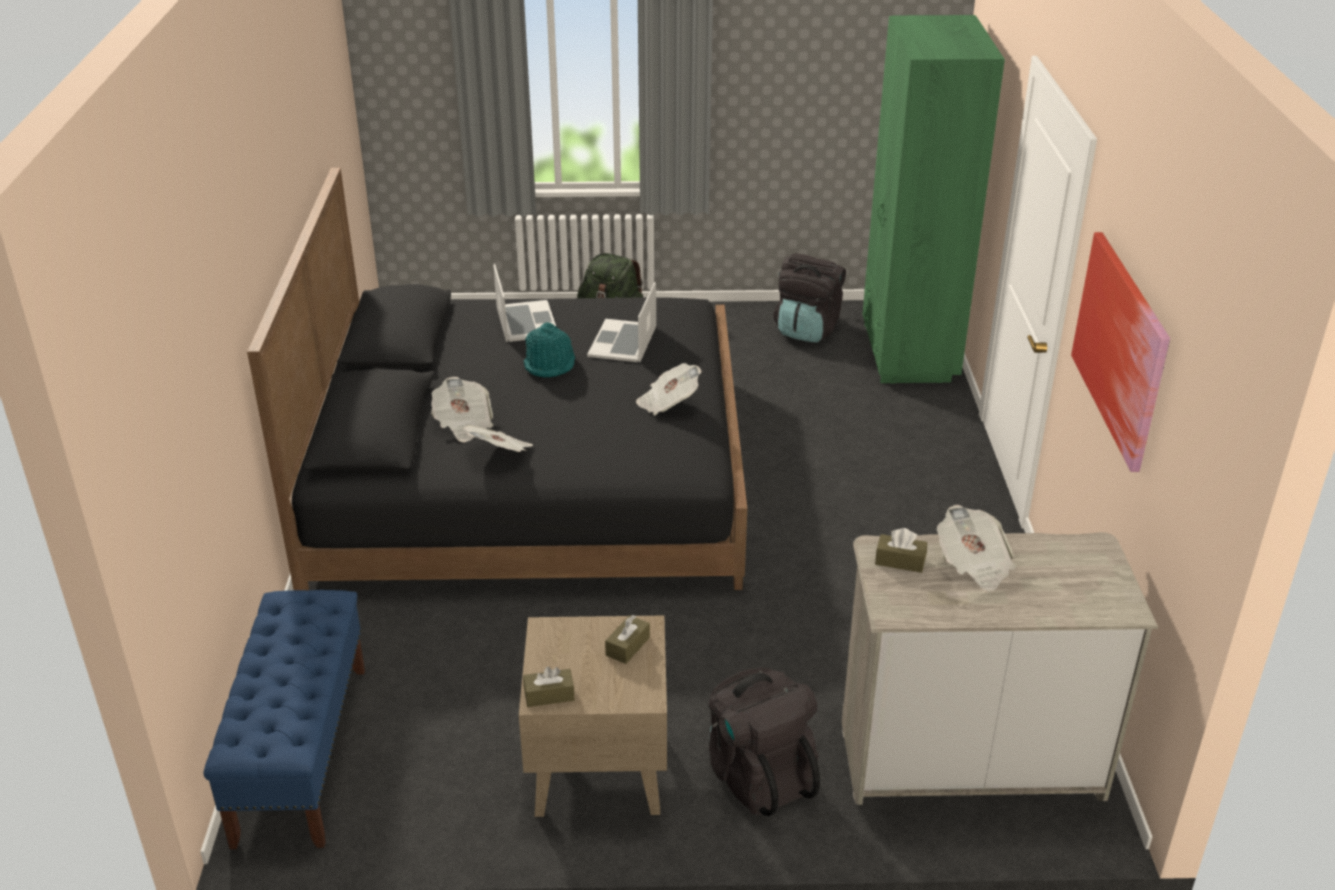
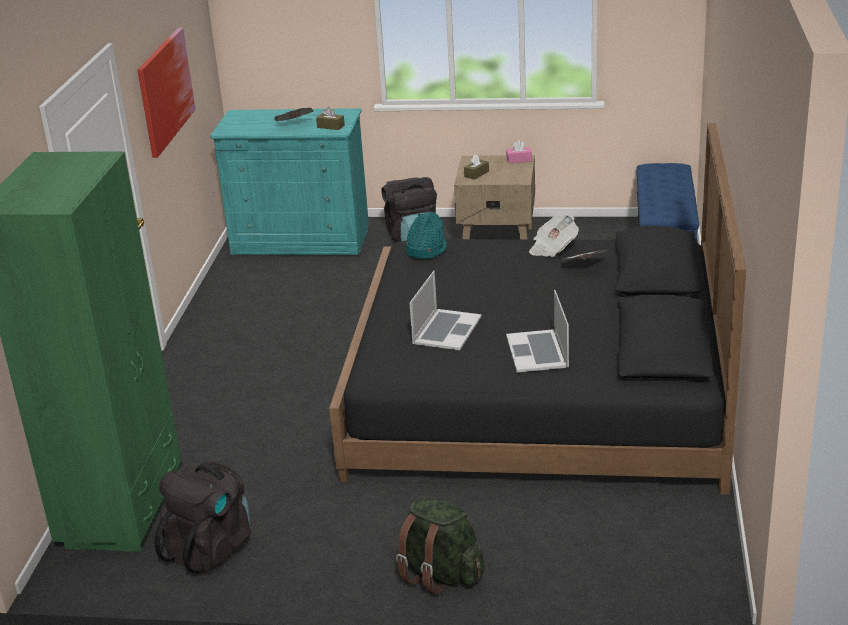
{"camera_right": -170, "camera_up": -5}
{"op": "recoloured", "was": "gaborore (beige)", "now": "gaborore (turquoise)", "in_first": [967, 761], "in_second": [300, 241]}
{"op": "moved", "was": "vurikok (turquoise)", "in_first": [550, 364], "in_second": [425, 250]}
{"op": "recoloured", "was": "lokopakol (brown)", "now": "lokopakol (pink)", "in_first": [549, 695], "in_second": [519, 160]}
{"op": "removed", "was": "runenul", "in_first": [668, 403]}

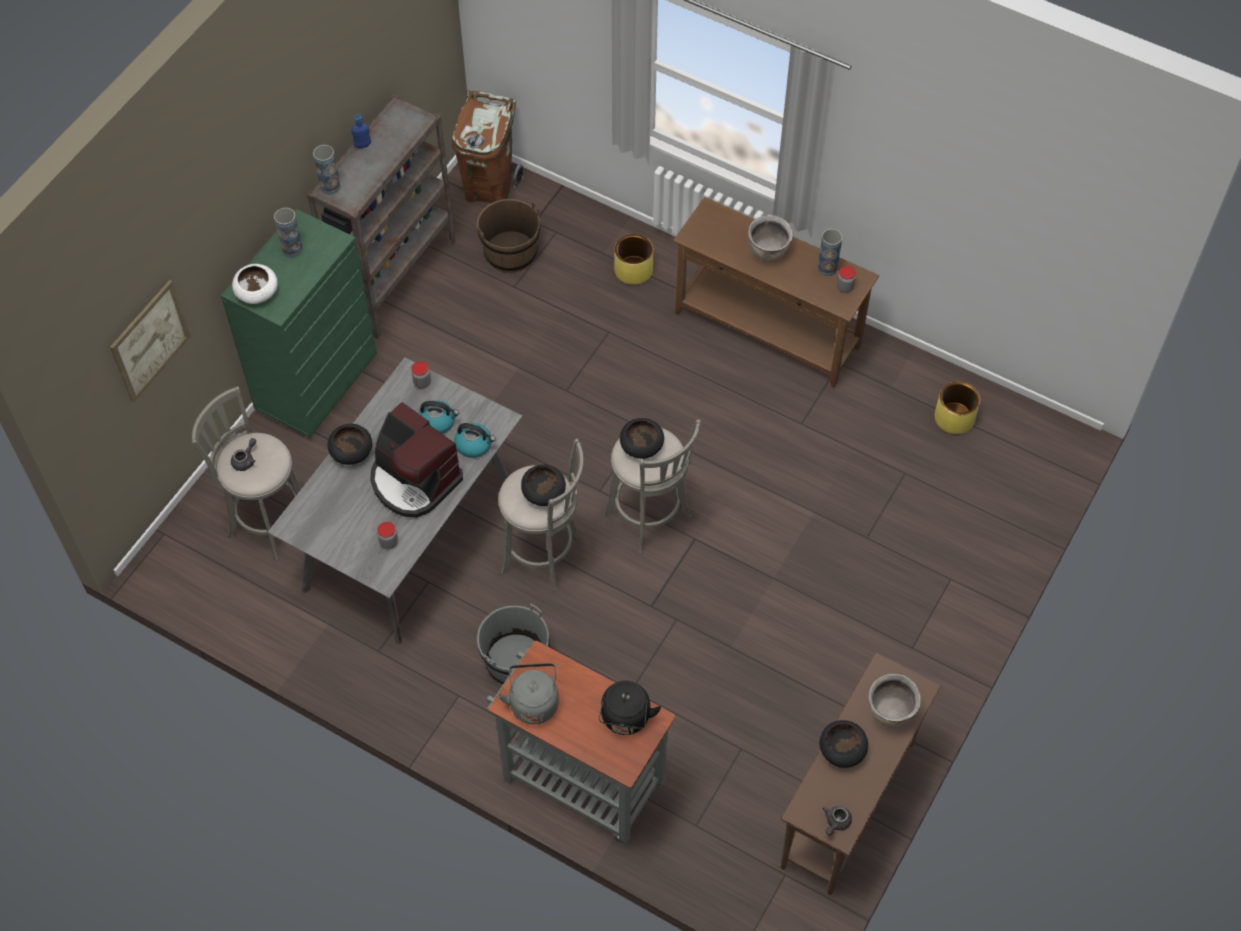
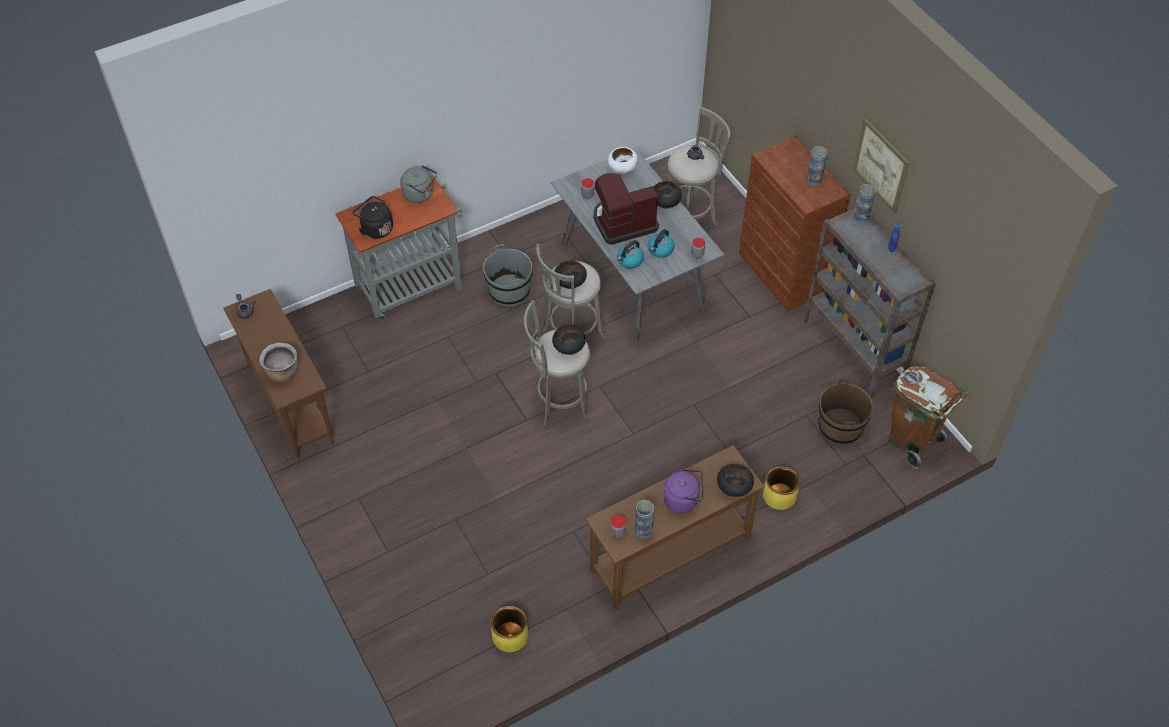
{"camera_right": 120, "camera_up": -5}
{"op": "moved", "was": "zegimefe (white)", "in_first": [257, 293], "in_second": [622, 167]}
{"op": "replaced", "was": "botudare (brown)", "now": "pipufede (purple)", "in_first": [768, 252], "in_second": [683, 499]}
{"op": "moved", "was": "zegimefe (black)", "in_first": [841, 751], "in_second": [734, 486]}
{"op": "recoloured", "was": "gaborore (green)", "now": "gaborore (brown)", "in_first": [317, 384], "in_second": [783, 276]}
{"op": "moved", "was": "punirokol", "in_first": [150, 341], "in_second": [881, 165]}

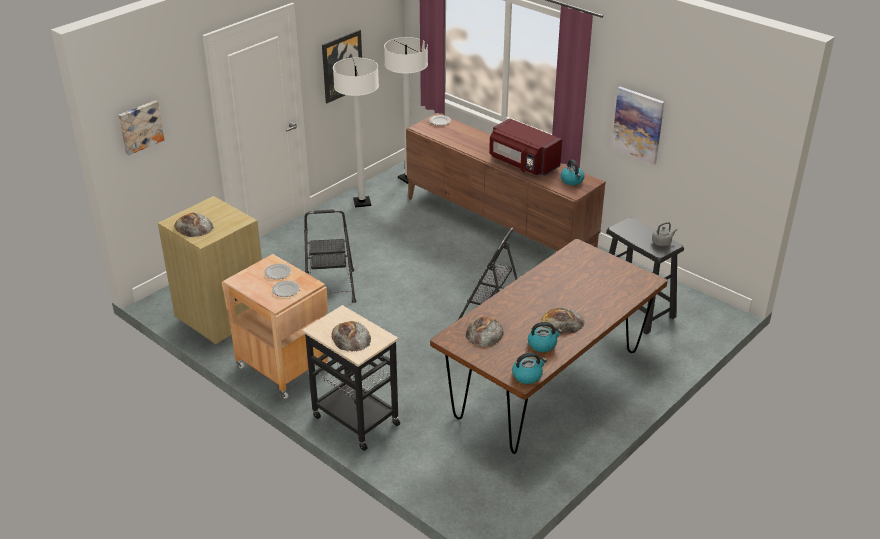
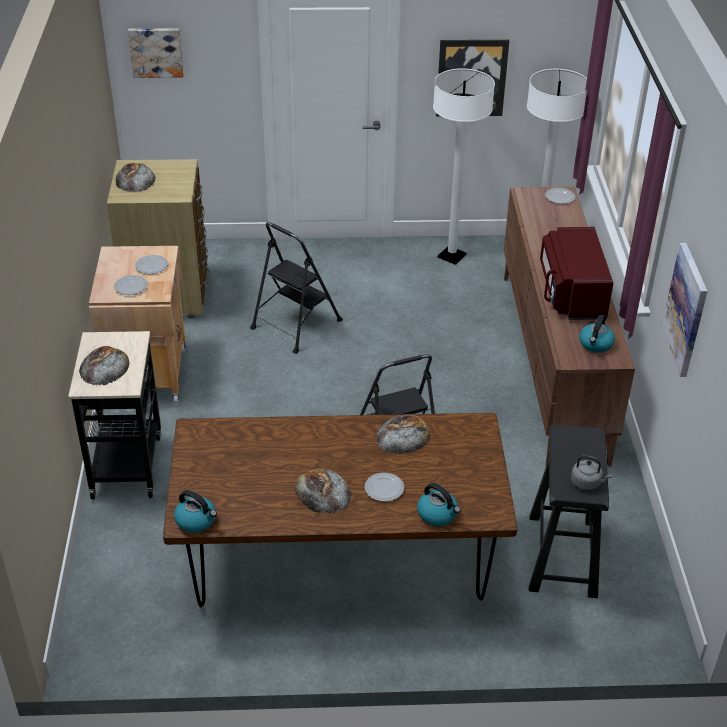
{"camera_right": 45, "camera_up": 5}
{"op": "added", "now": "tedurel", "in_second": [383, 489]}
{"op": "moved", "was": "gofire", "in_first": [484, 333], "in_second": [403, 435]}
{"op": "moved", "was": "pipufede", "in_first": [542, 344], "in_second": [438, 514]}

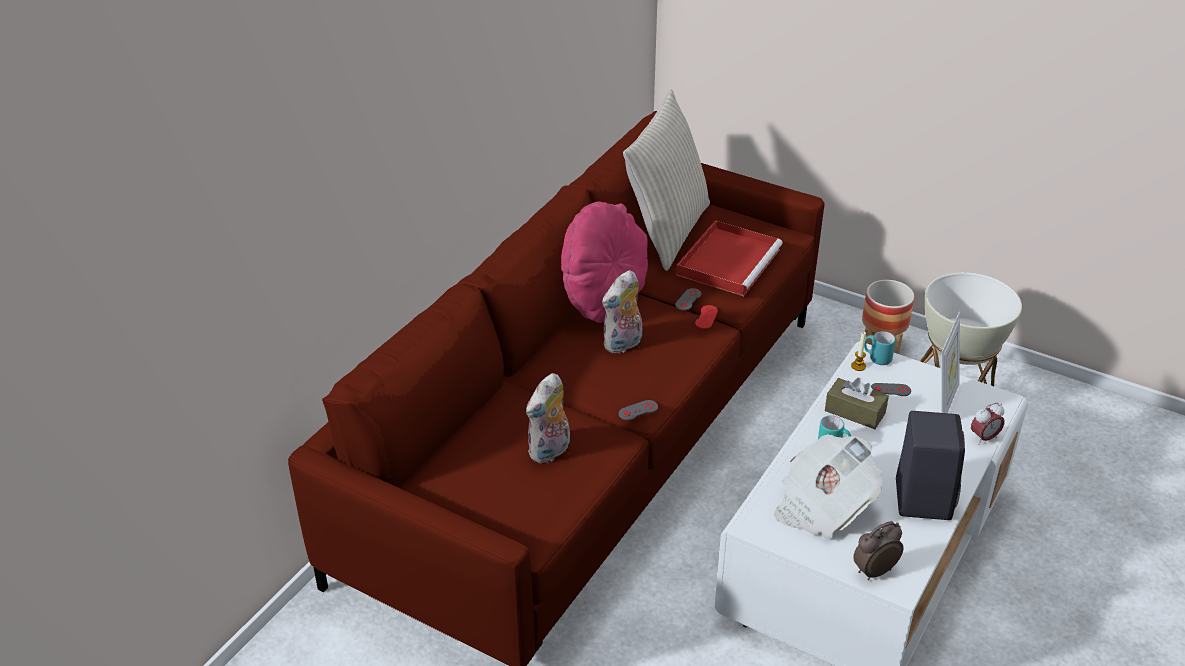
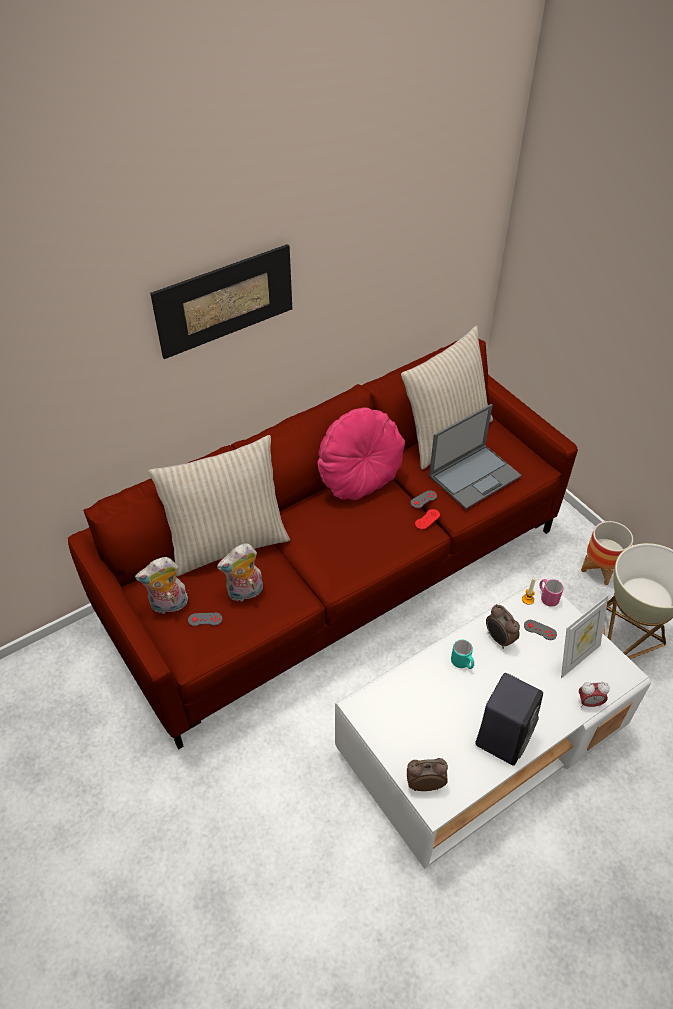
{"camera_right": 25, "camera_up": 10}
{"op": "moved", "was": "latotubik", "in_first": [623, 344], "in_second": [168, 606]}
{"op": "added", "now": "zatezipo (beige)", "in_second": [227, 543]}
{"op": "added", "now": "punirokol", "in_second": [225, 300]}
{"op": "moved", "was": "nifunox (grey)", "in_first": [638, 410], "in_second": [205, 619]}
{"op": "replaced", "was": "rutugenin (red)", "now": "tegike", "in_first": [728, 261], "in_second": [475, 475]}
{"op": "replaced", "was": "lokopakol (brown)", "now": "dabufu", "in_first": [855, 412], "in_second": [499, 639]}
{"op": "recoloured", "was": "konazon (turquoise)", "now": "konazon (pink)", "in_first": [876, 358], "in_second": [547, 597]}
{"op": "removed", "was": "runenul", "in_first": [822, 505]}

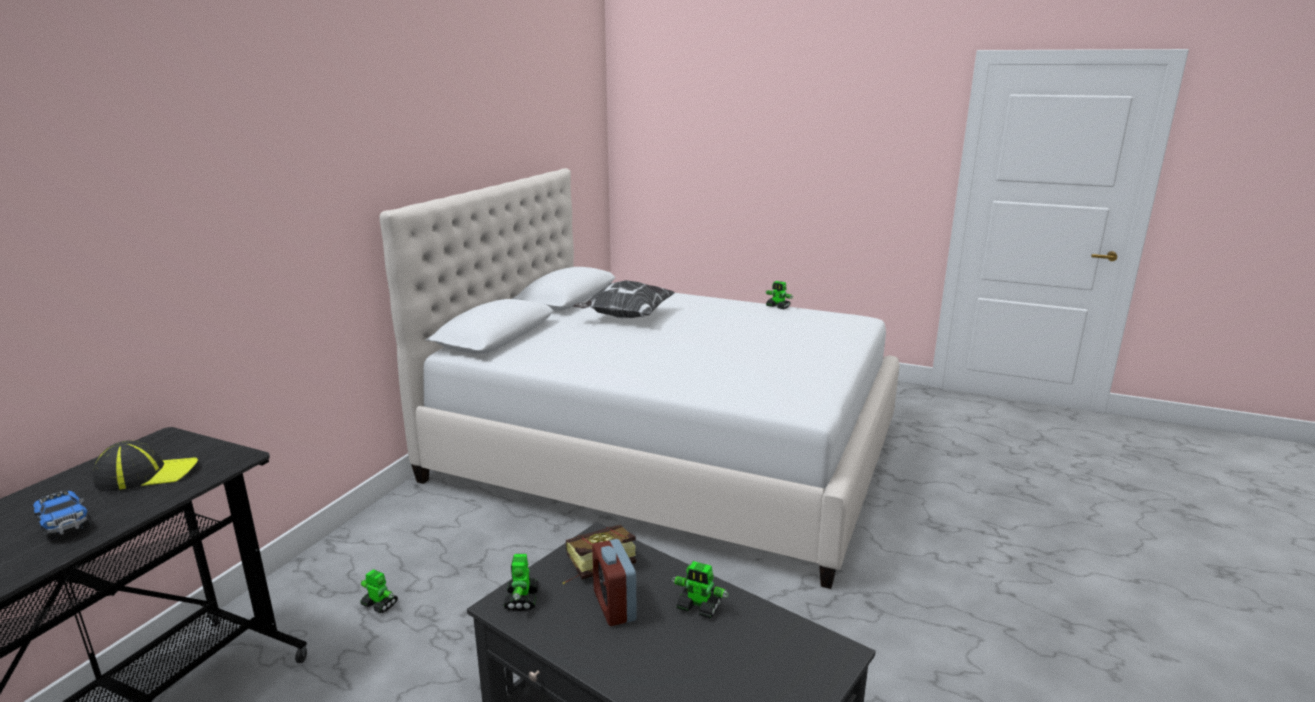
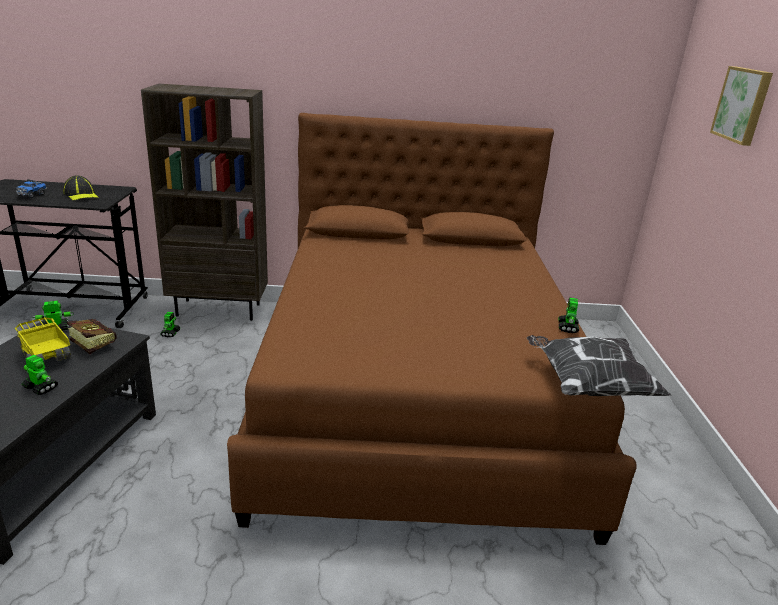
{"camera_right": 65, "camera_up": 5}
{"op": "replaced", "was": "dabufu", "now": "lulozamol", "in_first": [614, 606], "in_second": [45, 358]}
{"op": "turned", "was": "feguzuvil", "in_first": [699, 607], "in_second": [40, 387], "clockwise": 120}
{"op": "added", "now": "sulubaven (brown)", "in_second": [219, 309]}
{"op": "recoloured", "was": "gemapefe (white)", "now": "gemapefe (brown)", "in_first": [667, 453], "in_second": [415, 394]}
{"op": "moved", "was": "zatezipo", "in_first": [625, 317], "in_second": [588, 385]}
{"op": "added", "now": "punirokol", "in_second": [743, 105]}

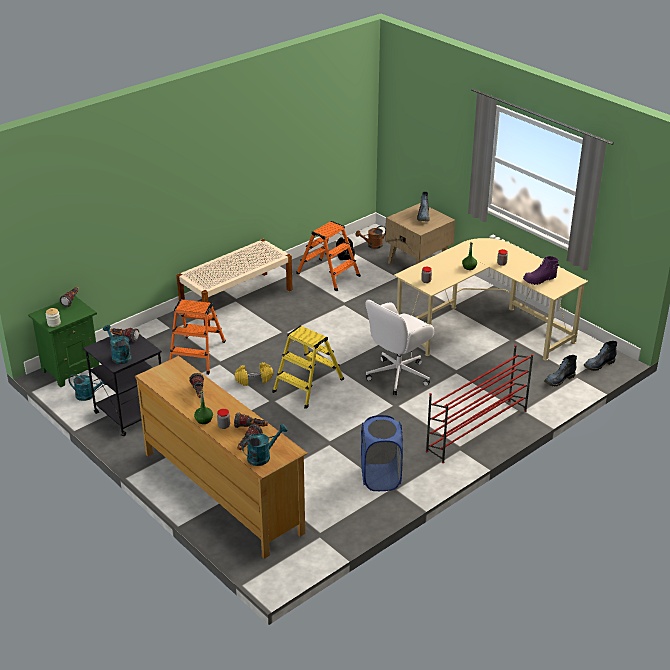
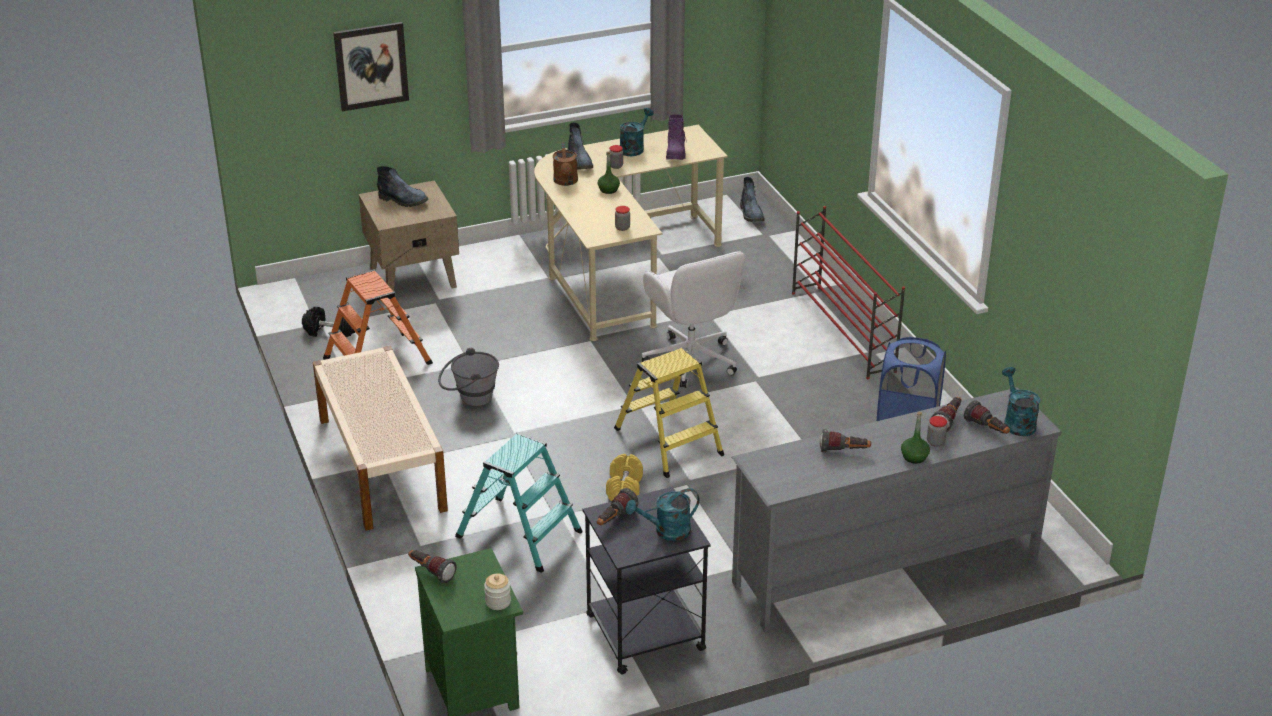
{"camera_right": -70, "camera_up": 0}
{"op": "added", "now": "punirokol", "in_second": [371, 66]}
{"op": "added", "now": "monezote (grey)", "in_second": [469, 398]}
{"op": "recoloured", "was": "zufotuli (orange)", "now": "zufotuli (turquoise)", "in_first": [197, 354], "in_second": [518, 534]}
{"op": "moved", "was": "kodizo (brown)", "in_first": [372, 246], "in_second": [566, 182]}
{"op": "moved", "was": "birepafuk", "in_first": [559, 380], "in_second": [580, 162]}
{"op": "moved", "was": "kodizo (turquoise)", "in_first": [88, 395], "in_second": [634, 148]}
{"op": "recoloured", "was": "gaborore (brown)", "now": "gaborore (grey)", "in_first": [222, 492], "in_second": [885, 568]}

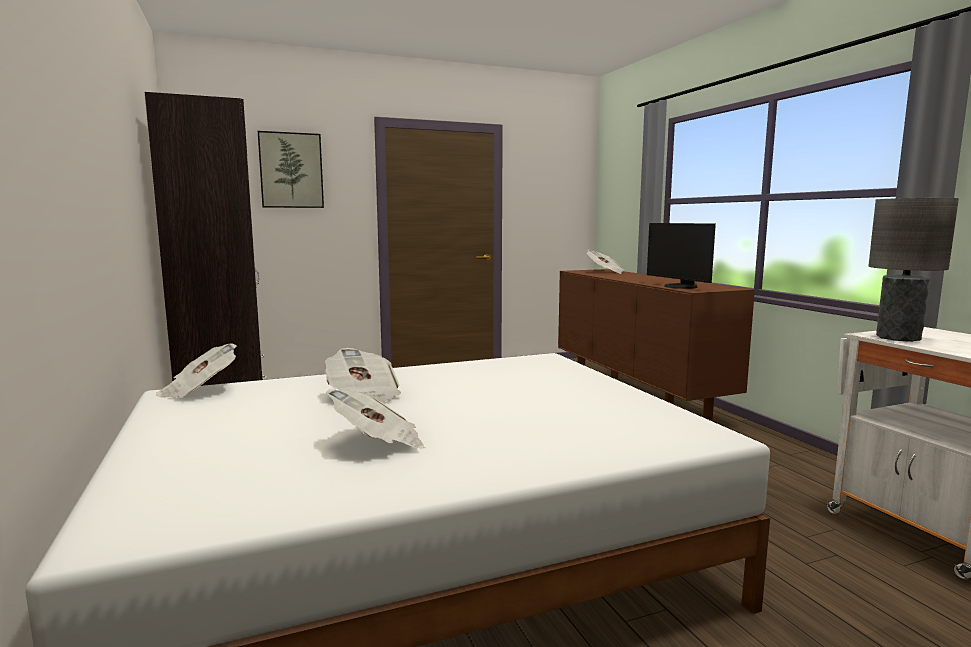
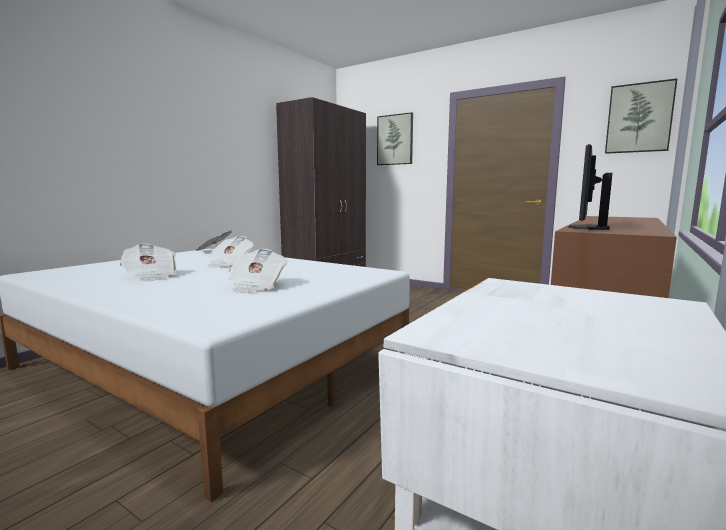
{"camera_right": 55, "camera_up": 0}
{"op": "moved", "was": "runenul", "in_first": [605, 272], "in_second": [256, 286]}
{"op": "added", "now": "punirokol", "in_second": [639, 118]}
{"op": "removed", "was": "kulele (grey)", "in_first": [898, 338]}

